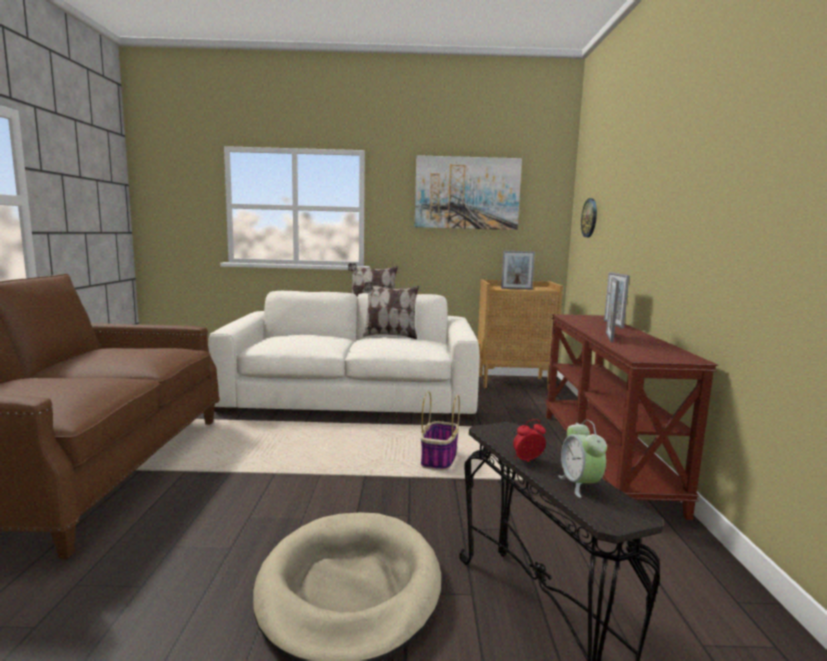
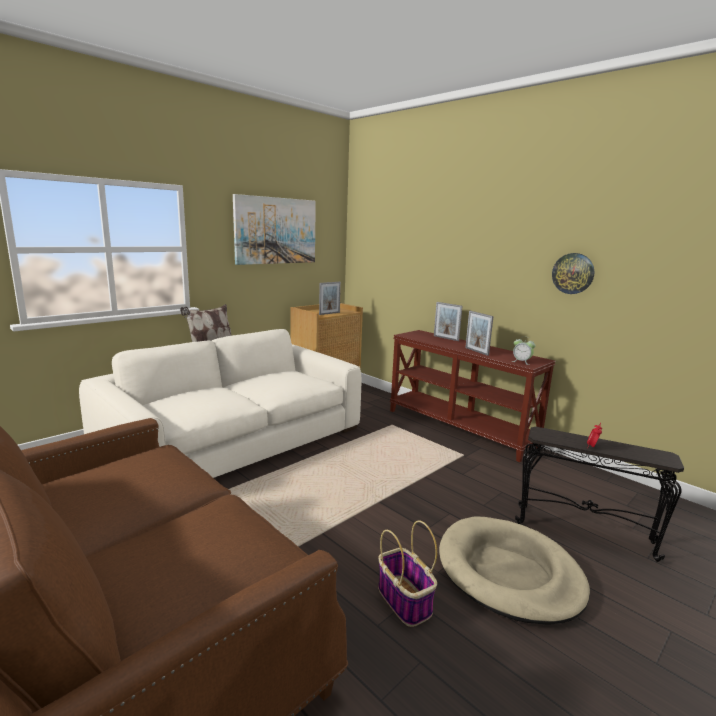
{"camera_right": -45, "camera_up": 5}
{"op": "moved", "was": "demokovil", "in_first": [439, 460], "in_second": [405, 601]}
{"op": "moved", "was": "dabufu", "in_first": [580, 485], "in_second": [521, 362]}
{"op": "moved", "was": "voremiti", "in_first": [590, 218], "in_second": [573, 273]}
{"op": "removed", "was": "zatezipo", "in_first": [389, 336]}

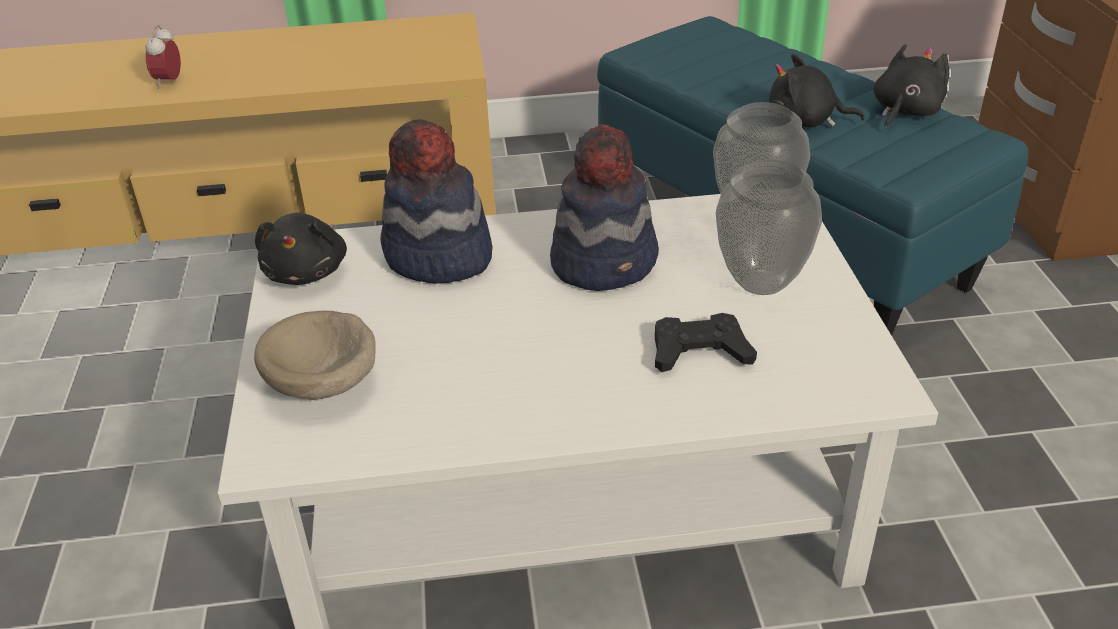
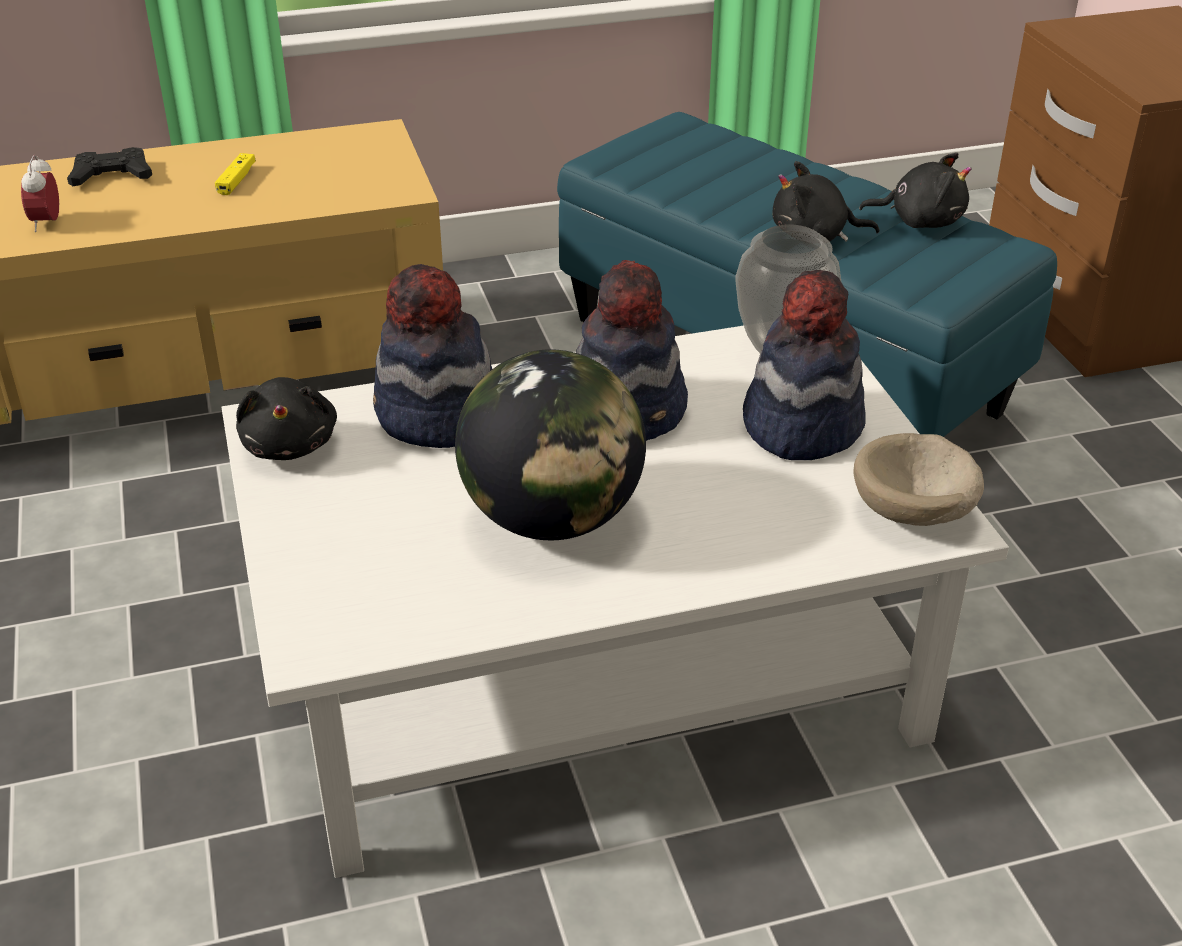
{"camera_right": -10, "camera_up": 0}
{"op": "moved", "was": "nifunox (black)", "in_first": [699, 351], "in_second": [112, 176]}
{"op": "added", "now": "nifunox (yellow)", "in_second": [236, 180]}
{"op": "added", "now": "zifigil", "in_second": [552, 519]}
{"op": "replaced", "was": "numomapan", "now": "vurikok", "in_first": [759, 284], "in_second": [801, 425]}
{"op": "moved", "was": "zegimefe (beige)", "in_first": [324, 387], "in_second": [915, 514]}
{"op": "turned", "was": "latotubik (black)", "in_first": [904, 112], "in_second": [920, 221], "clockwise": 75}

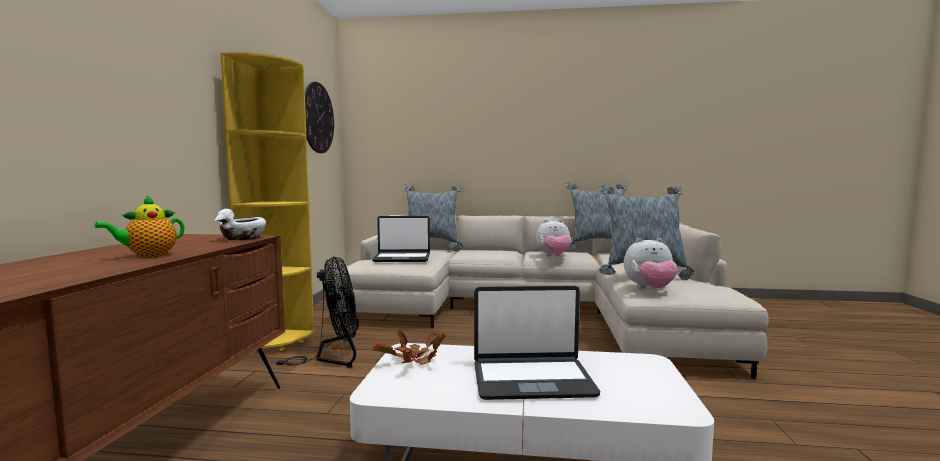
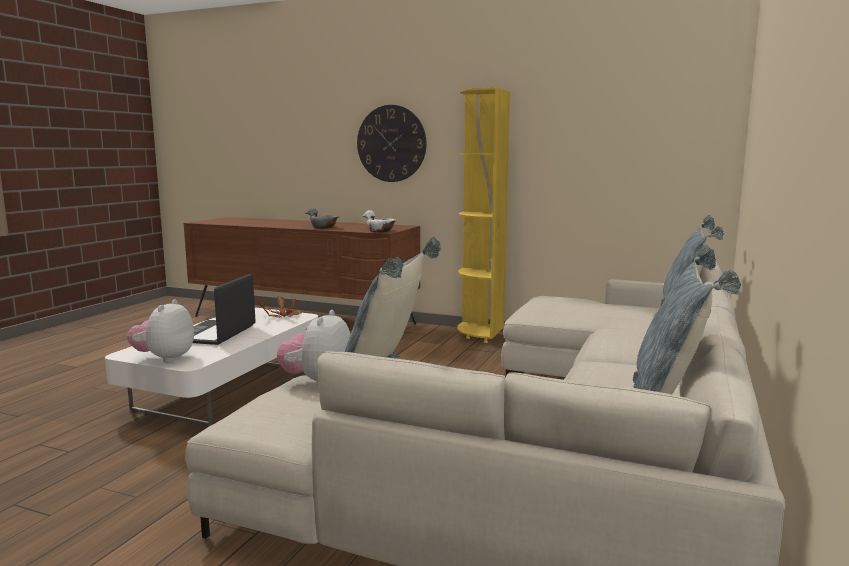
{"camera_right": 105, "camera_up": 5}
{"op": "moved", "was": "latotubik", "in_first": [553, 256], "in_second": [164, 359]}
{"op": "replaced", "was": "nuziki", "now": "zegimefe (grey)", "in_first": [148, 256], "in_second": [323, 227]}
{"op": "moved", "was": "voremiti", "in_first": [317, 118], "in_second": [391, 143]}
{"op": "removed", "was": "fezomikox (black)", "in_first": [333, 353]}
{"op": "removed", "was": "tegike", "in_first": [402, 258]}

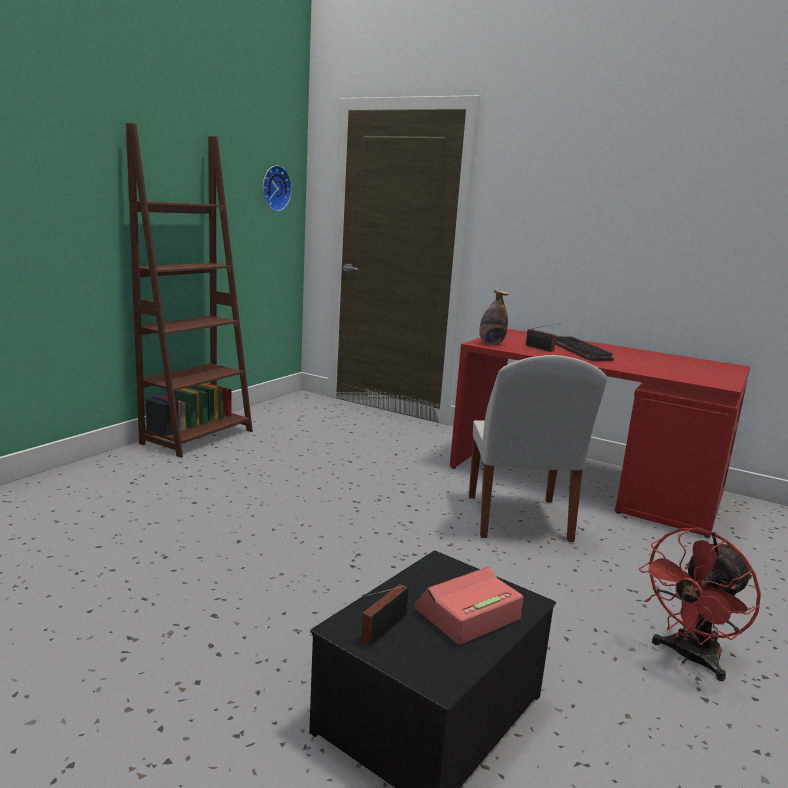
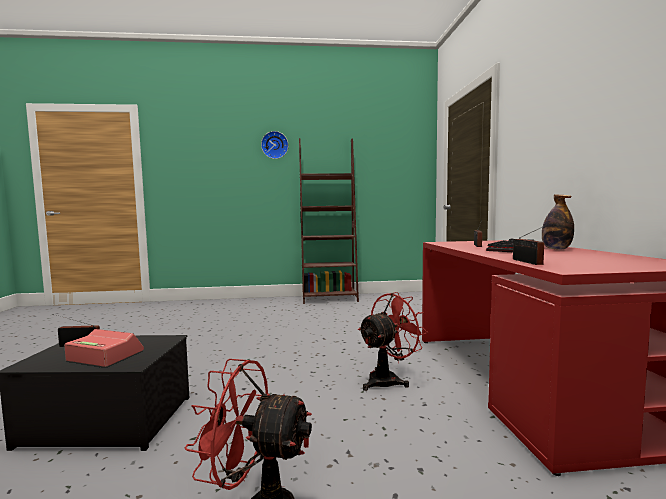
{"camera_right": 55, "camera_up": -10}
{"op": "moved", "was": "voremiti", "in_first": [274, 188], "in_second": [274, 145]}
{"op": "replaced", "was": "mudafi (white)", "now": "fezomikox (red)", "in_first": [518, 520], "in_second": [388, 379]}
{"op": "added", "now": "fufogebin", "in_second": [528, 262]}
{"op": "moved", "was": "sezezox", "in_first": [491, 343], "in_second": [556, 249]}

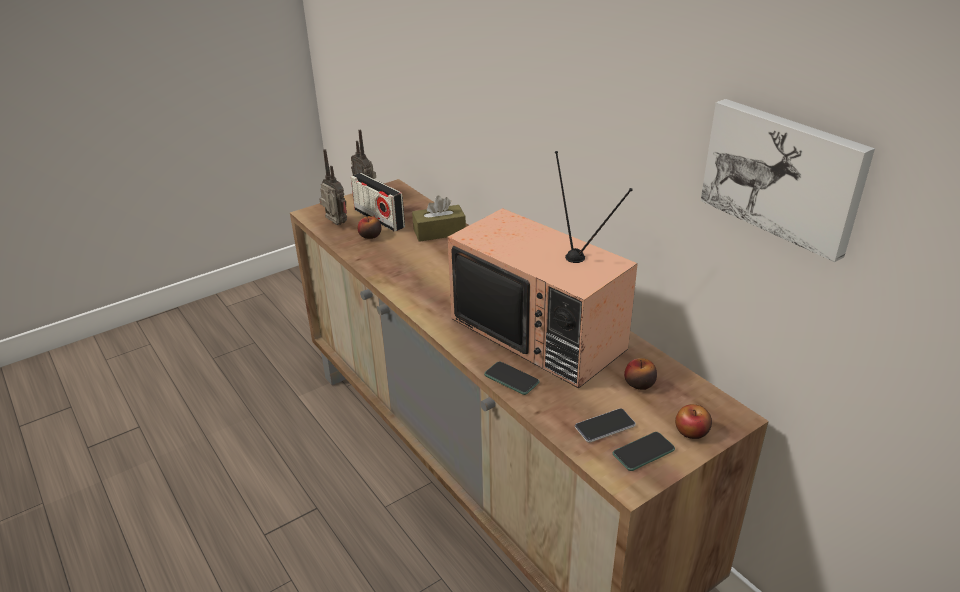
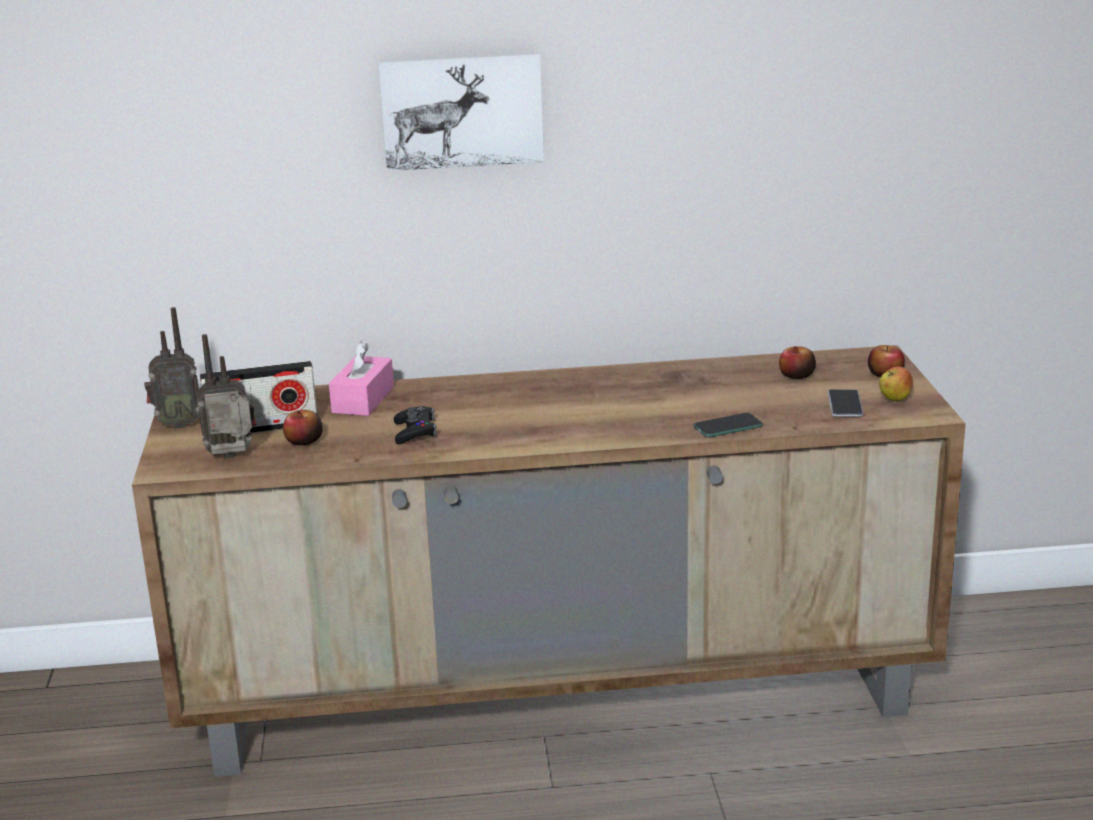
{"camera_right": -60, "camera_up": -10}
{"op": "recoloured", "was": "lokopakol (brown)", "now": "lokopakol (pink)", "in_first": [439, 232], "in_second": [363, 400]}
{"op": "moved", "was": "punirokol", "in_first": [783, 175], "in_second": [462, 110]}
{"op": "added", "now": "nifunox (black)", "in_second": [415, 431]}
{"op": "replaced", "was": "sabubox", "now": "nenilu", "in_first": [643, 452], "in_second": [895, 399]}
{"op": "removed", "was": "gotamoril", "in_first": [541, 333]}

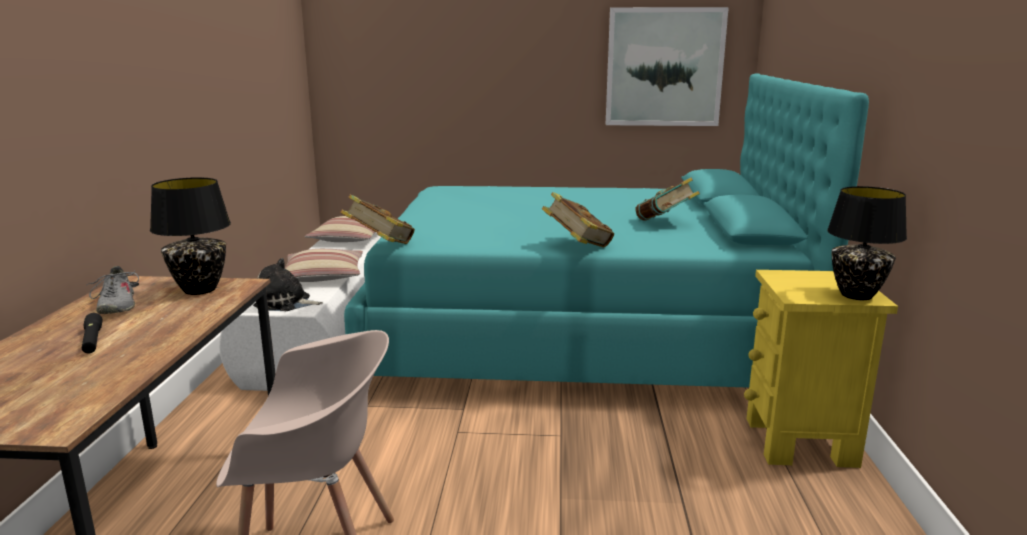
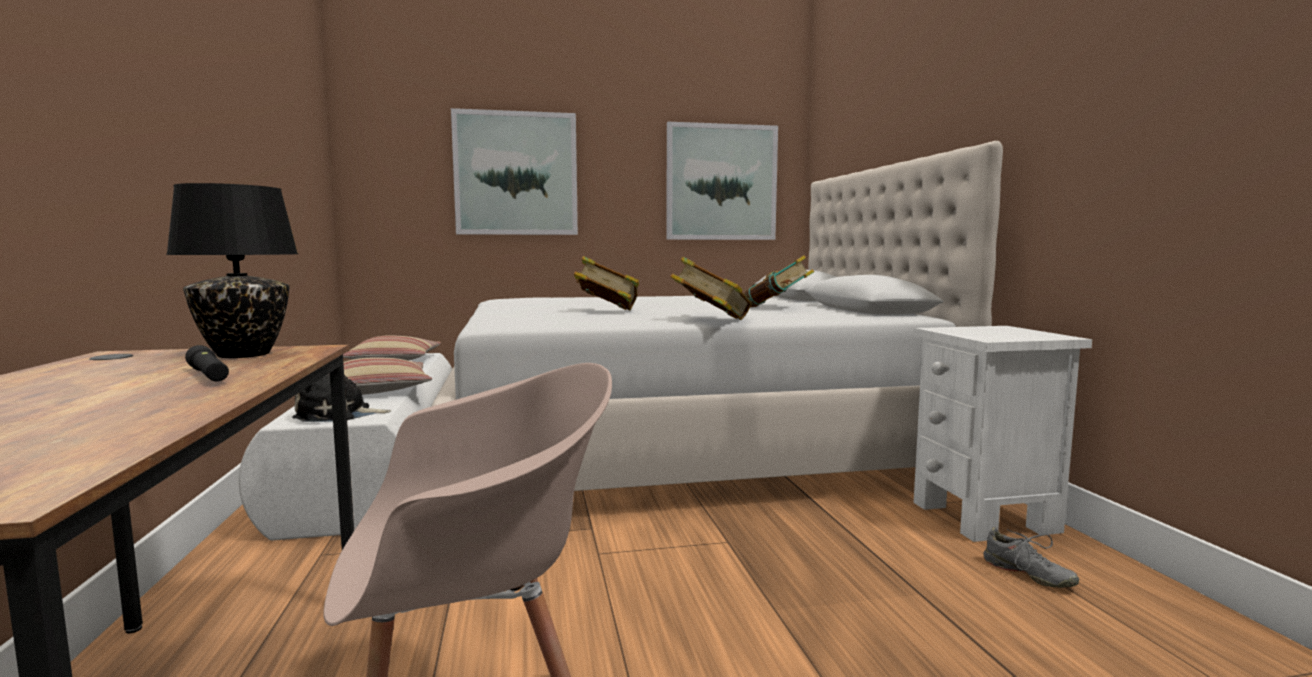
{"camera_right": -15, "camera_up": -10}
{"op": "moved", "was": "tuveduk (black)", "in_first": [92, 340], "in_second": [209, 375]}
{"op": "recoloured", "was": "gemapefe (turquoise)", "now": "gemapefe (white)", "in_first": [580, 334], "in_second": [683, 446]}
{"op": "added", "now": "punirokol", "in_second": [516, 174]}
{"op": "moved", "was": "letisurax", "in_first": [380, 246], "in_second": [607, 311]}
{"op": "recoloured", "was": "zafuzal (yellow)", "now": "zafuzal (white)", "in_first": [798, 442], "in_second": [983, 517]}
{"op": "moved", "was": "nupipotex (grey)", "in_first": [116, 305], "in_second": [1027, 574]}
{"op": "removed", "was": "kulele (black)", "in_first": [856, 295]}

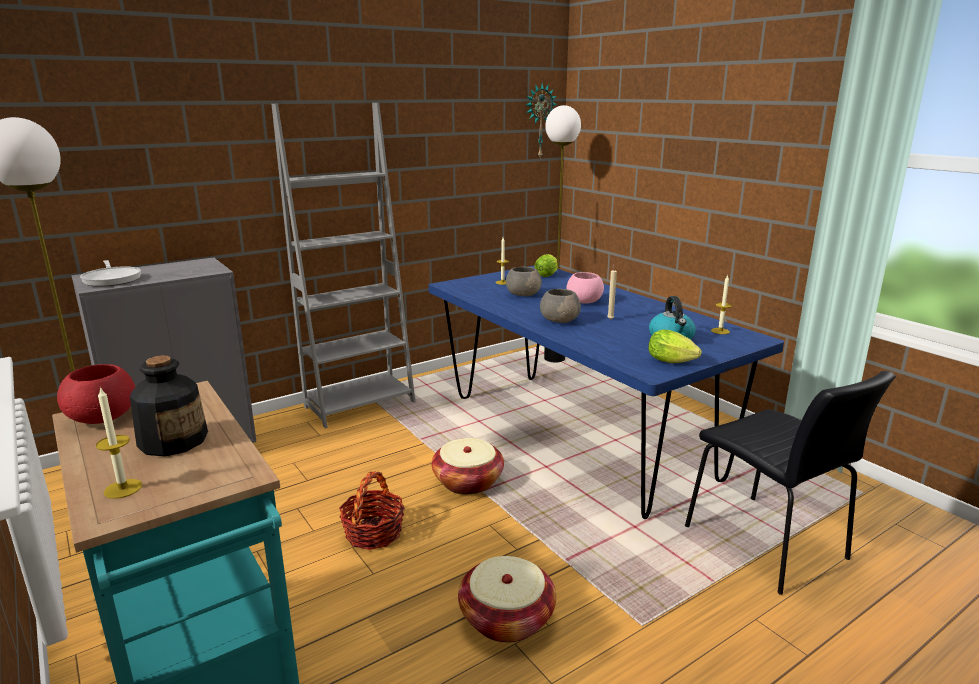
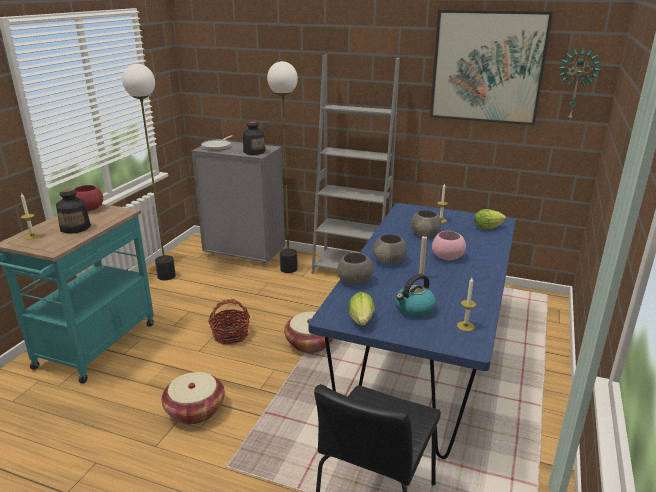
{"camera_right": 55, "camera_up": 5}
{"op": "added", "now": "sezezox", "in_second": [254, 152]}
{"op": "moved", "was": "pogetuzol", "in_first": [555, 359], "in_second": [289, 269]}
{"op": "added", "now": "zegimefe (grey)", "in_second": [354, 281]}
{"op": "added", "now": "punirokol", "in_second": [487, 67]}

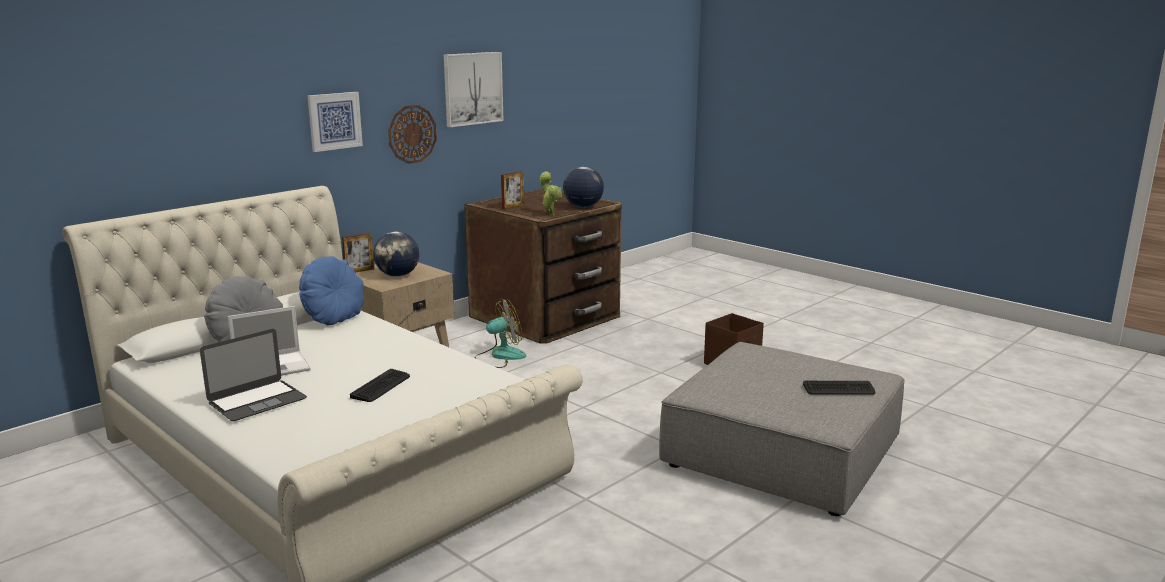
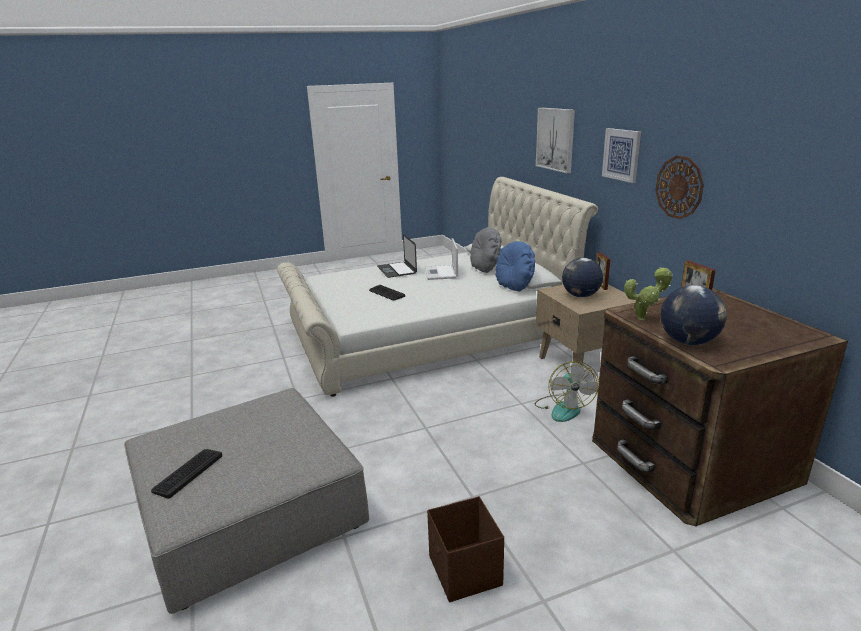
{"camera_right": 115, "camera_up": 5}
{"op": "moved", "was": "punirokol", "in_first": [472, 88], "in_second": [555, 139]}

